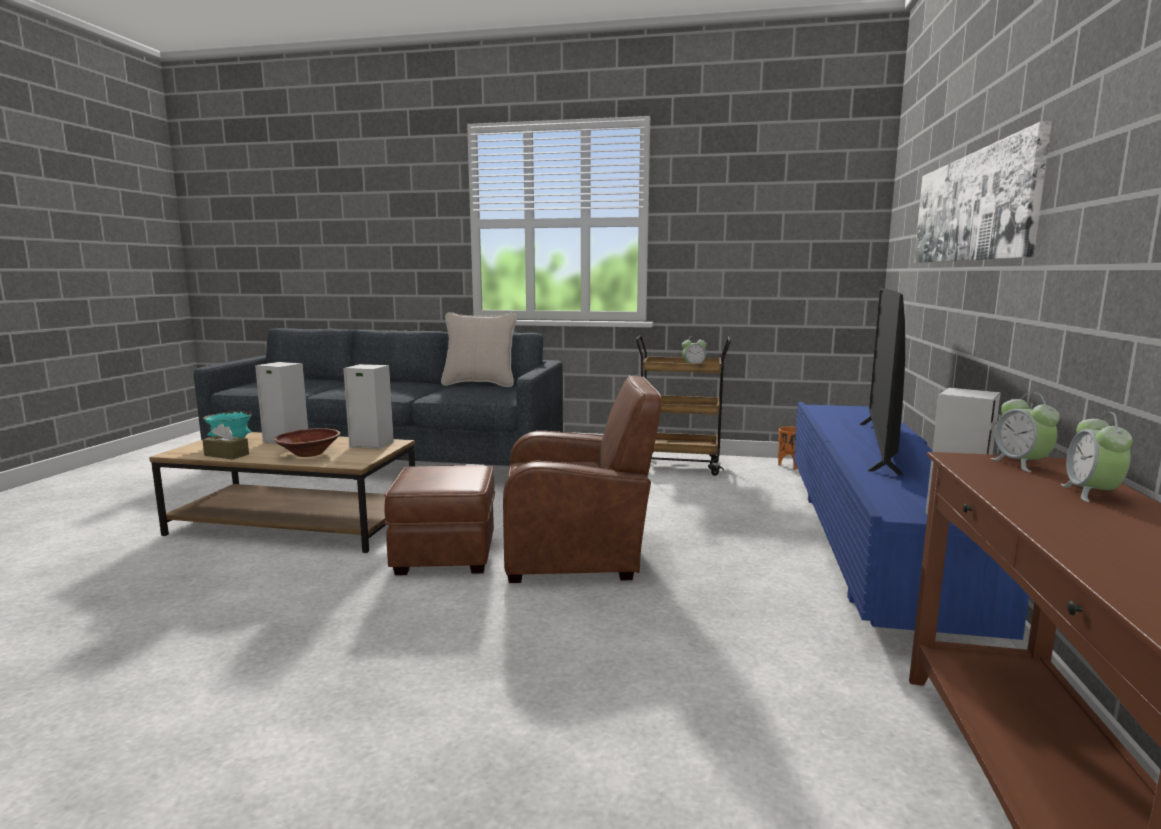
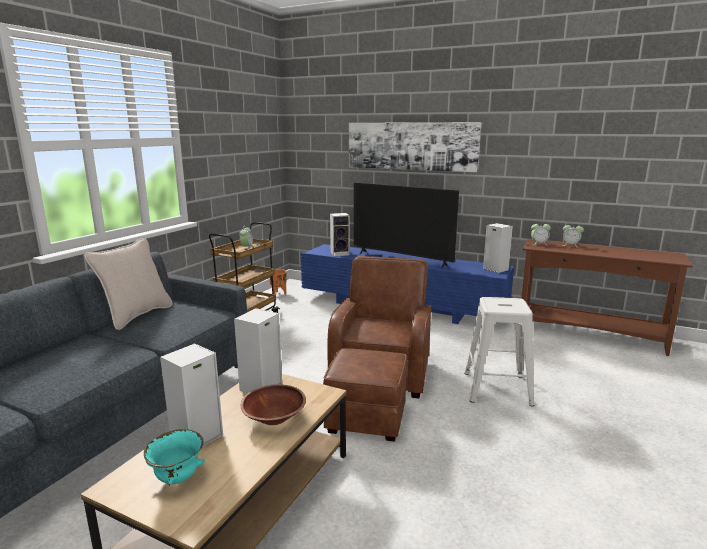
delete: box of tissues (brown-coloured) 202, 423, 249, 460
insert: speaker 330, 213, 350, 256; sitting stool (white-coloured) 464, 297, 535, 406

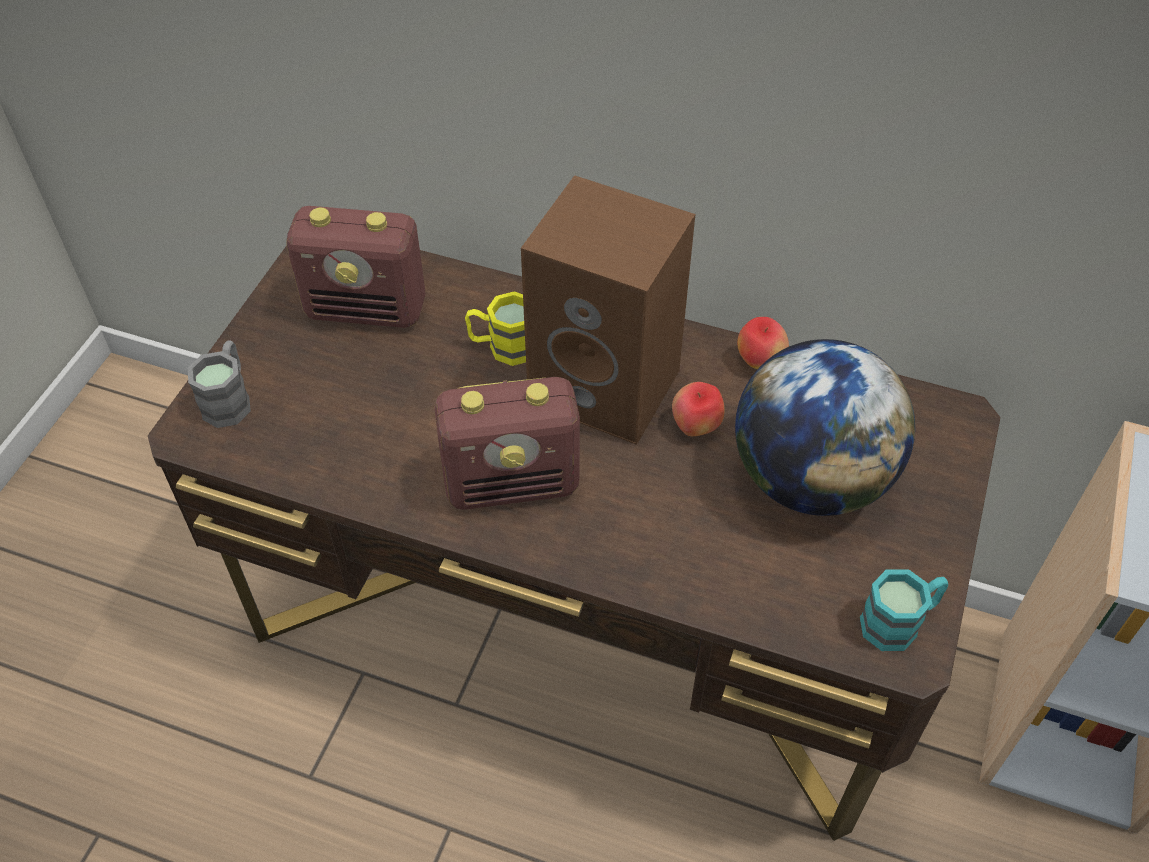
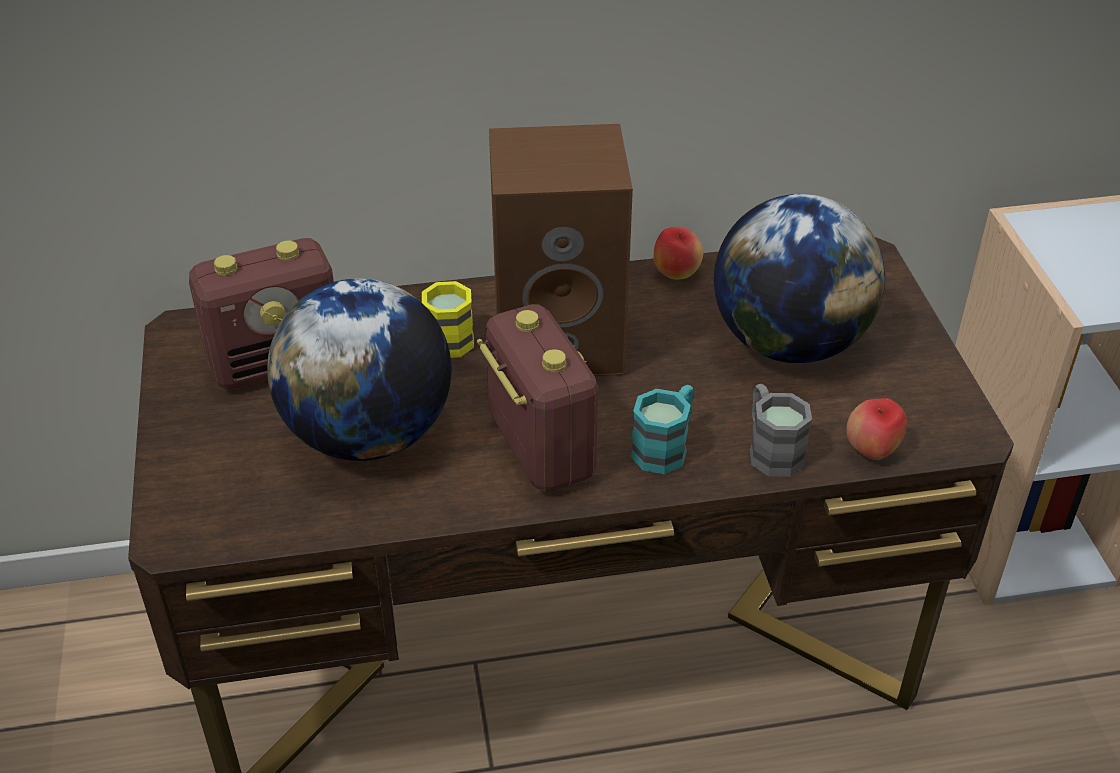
insert: globe 267, 278, 451, 461
move: tea mug (gray) 188, 340, 251, 428 to 750, 384, 812, 477; whole apple 672, 382, 724, 436 to 846, 398, 907, 460; tea mug (turquoise-coloured) 860, 569, 948, 651 to 631, 385, 694, 474
rotate: radio set 435, 377, 580, 510 = 477, 304, 598, 492 75 degrees counterclockwise

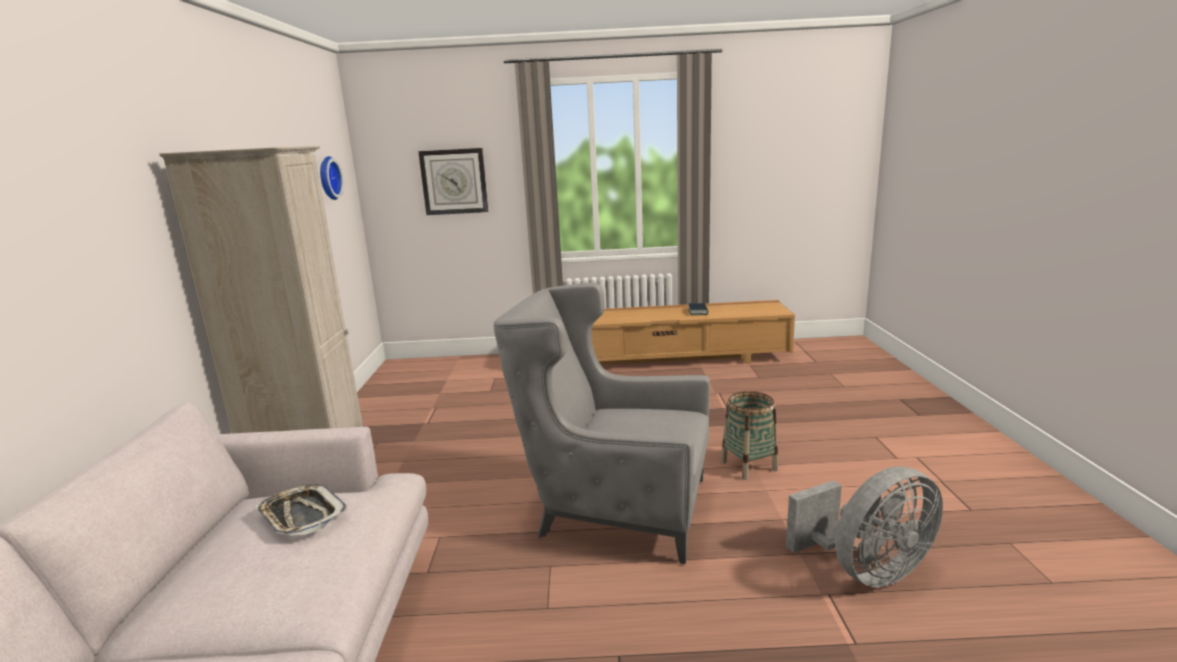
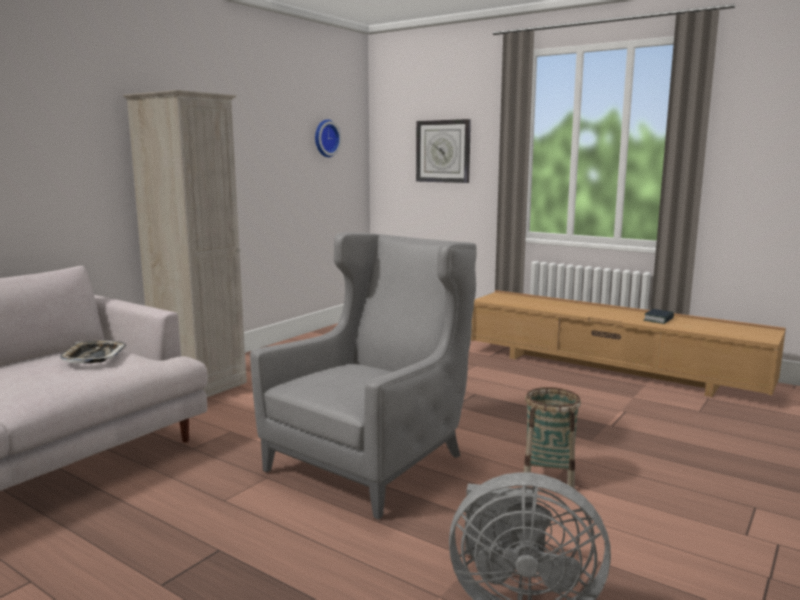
rotate: easy chair (gray) 494, 283, 710, 564 = 250, 232, 477, 519 75 degrees clockwise

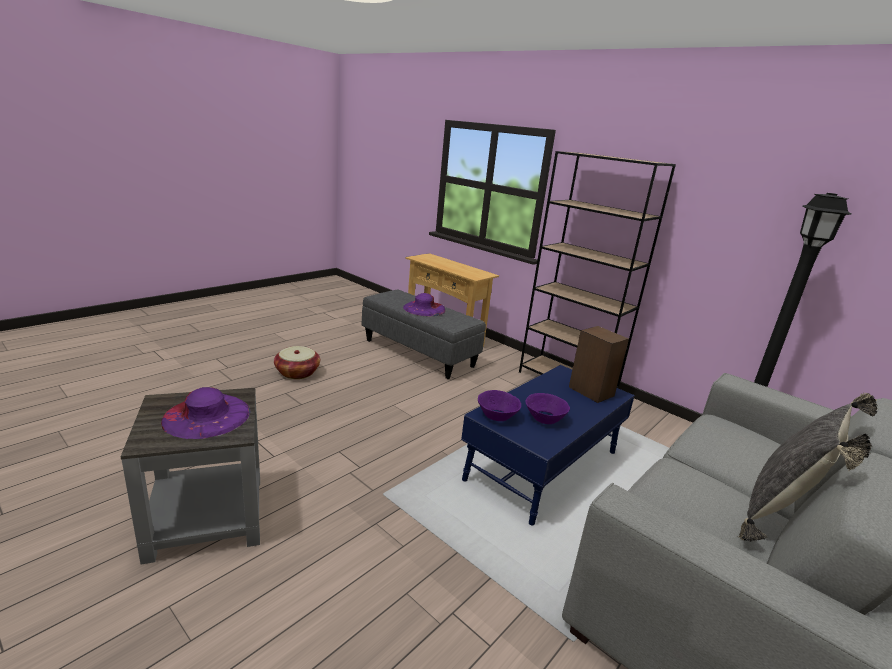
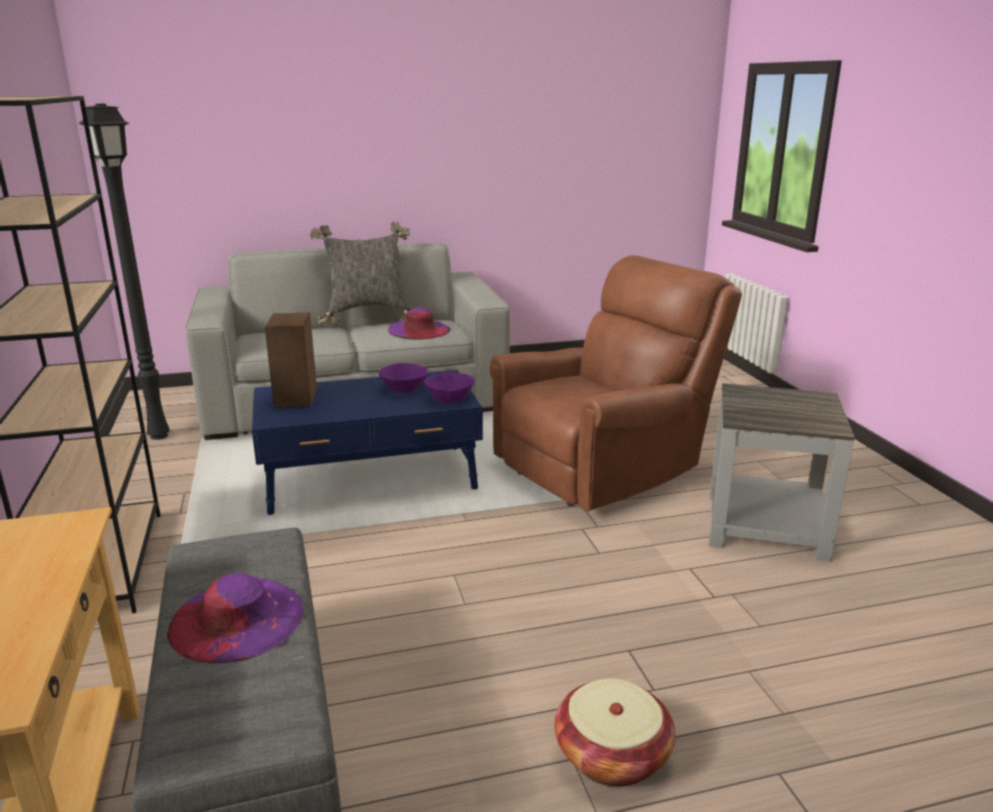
insert: easy chair (brown-coloured) 490, 255, 742, 511
move: hat (purple-coloured) 161, 387, 251, 439 to 388, 307, 451, 340

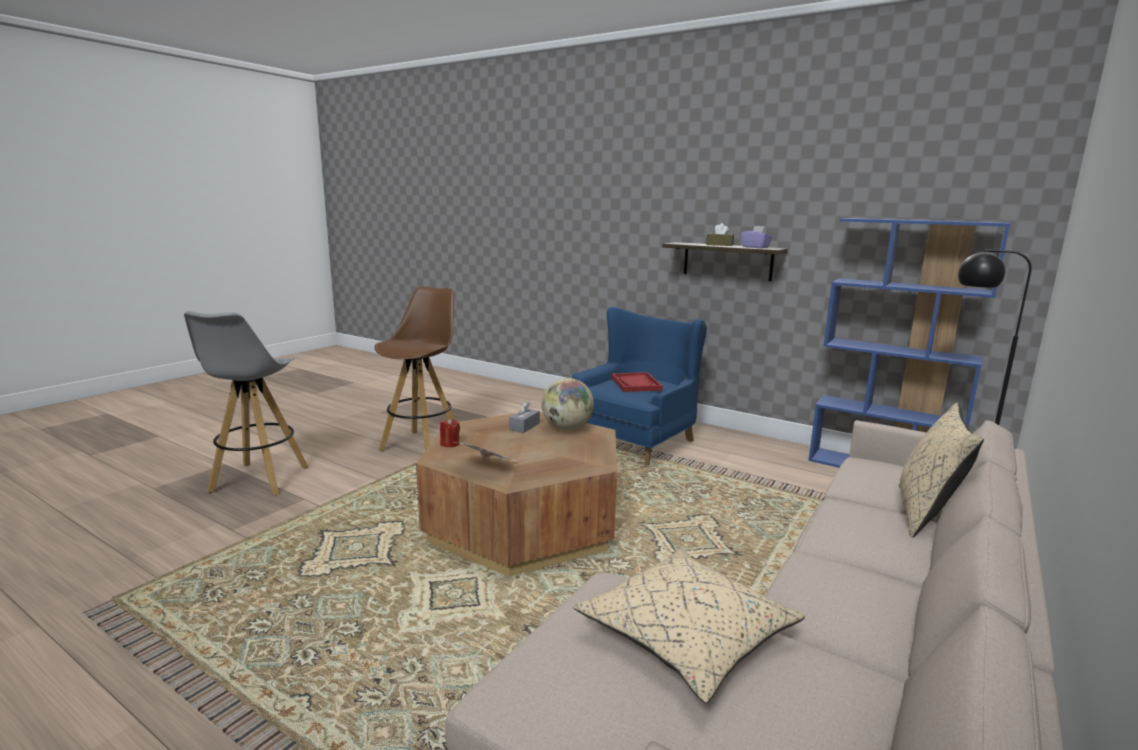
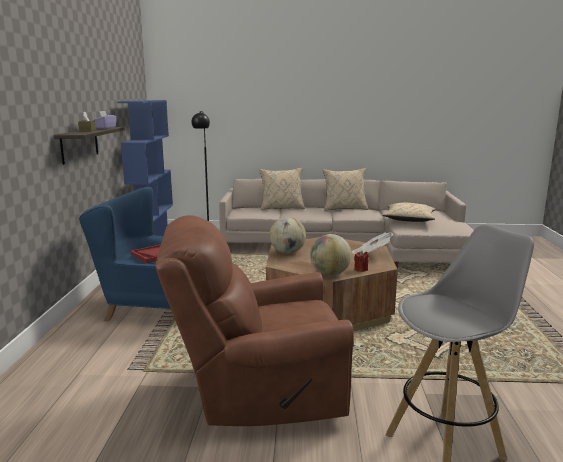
delete: box of tissues (gray) 509, 401, 540, 433
insert: globe 310, 234, 352, 276; pillow (beige) 323, 168, 368, 211
replace: sitting stool (brown-coloured) 375, 286, 454, 451 to easy chair (brown-coloured) 155, 215, 354, 426

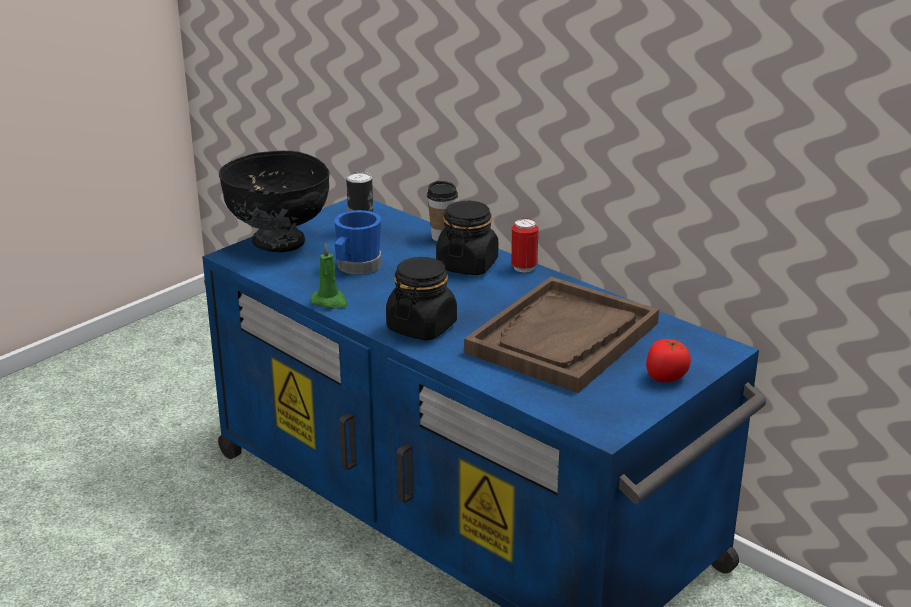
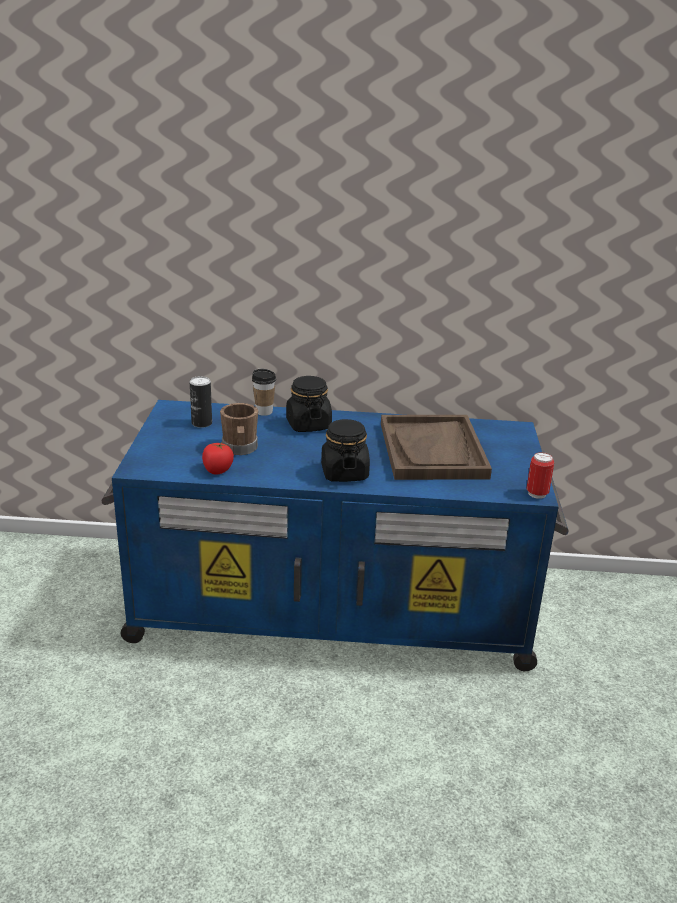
delete: bowl (black) 219, 151, 330, 252; wax light (green) 311, 244, 348, 309
move: metal can 511, 218, 539, 272 to 526, 452, 554, 499; tomato 646, 339, 691, 383 to 202, 441, 234, 475
recolor: tea mug (blue-coloured) 334, 210, 381, 275 to tea mug (brown-coloured) 220, 403, 258, 455

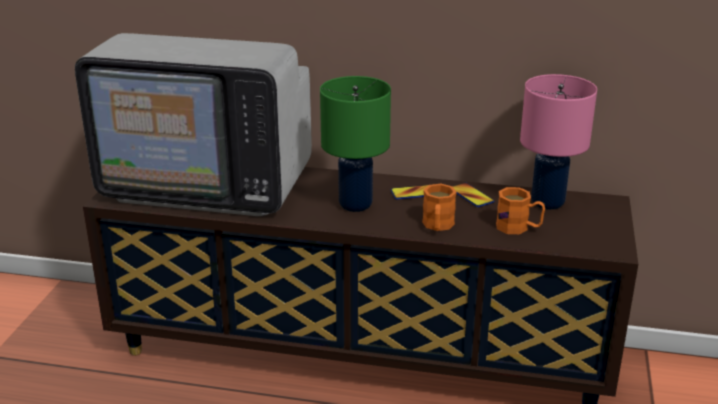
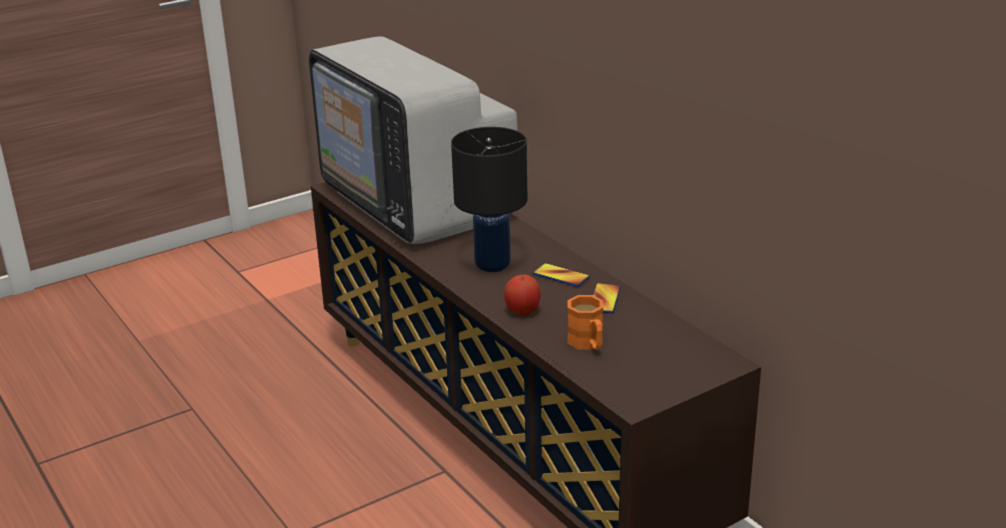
delete: lamp for a table (pink) 520, 74, 597, 210
replace: tea mug (orangey) 422, 184, 457, 231 to whole apple 504, 275, 541, 316
recolor: lamp for a table (green) 320, 76, 391, 212 to lamp for a table (black) 451, 127, 528, 272

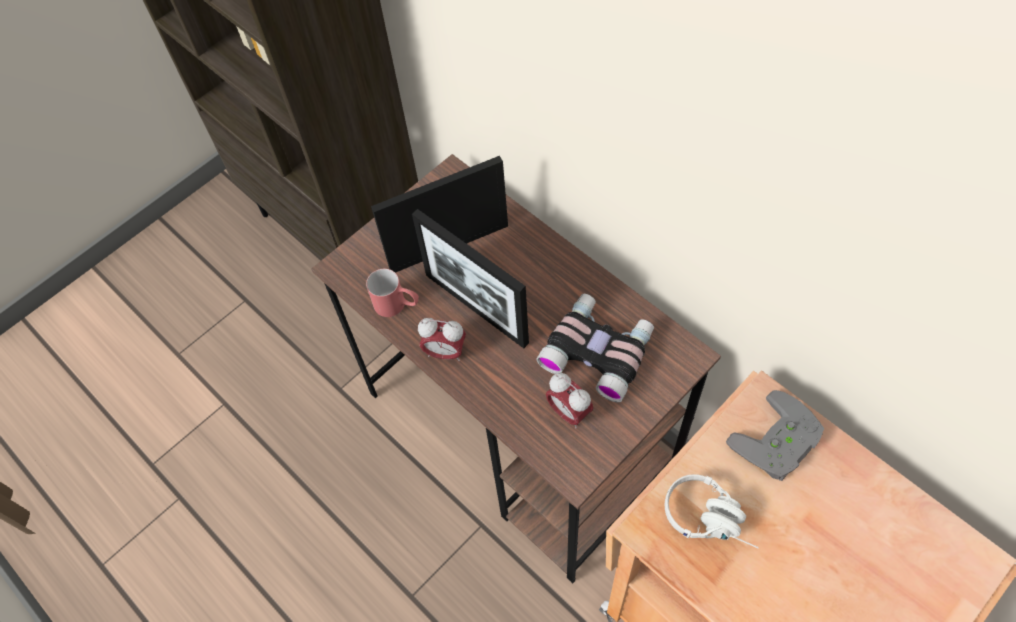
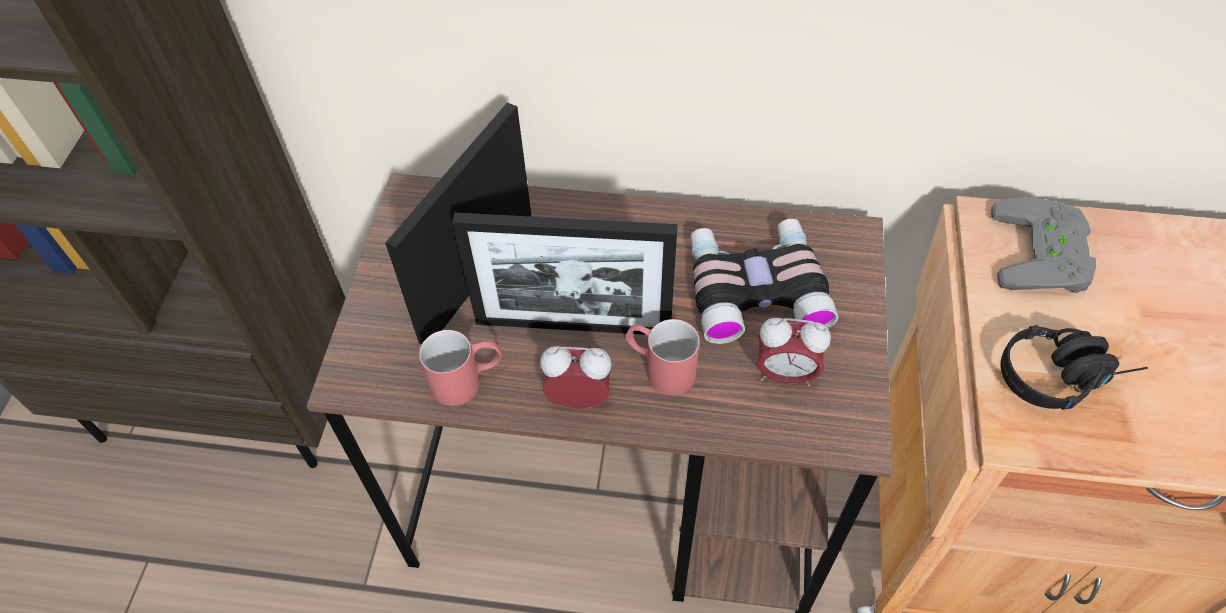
insert: tea mug (reddish) 625, 319, 700, 395
recolor: pair of headphones (white-coloured) 665, 474, 759, 548 to pair of headphones (black) 1001, 325, 1148, 410
rotate: bedside clock 418, 318, 466, 361 = 540, 346, 612, 408 150 degrees counterclockwise

